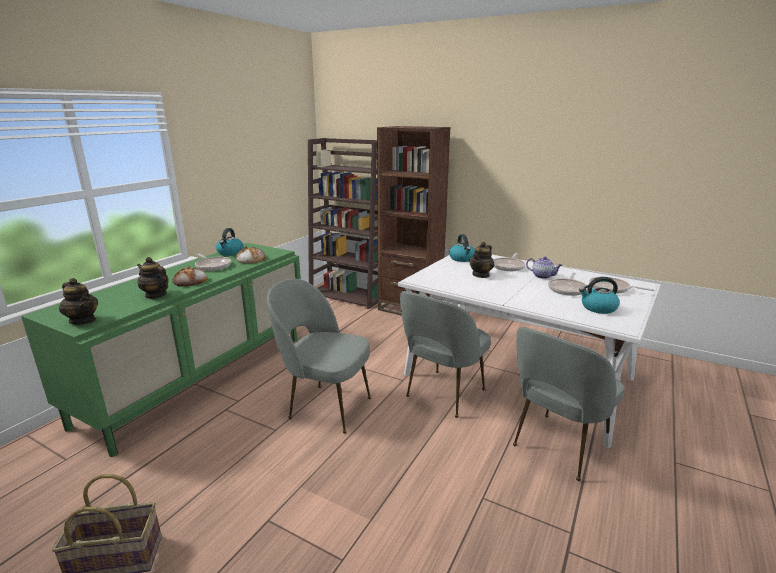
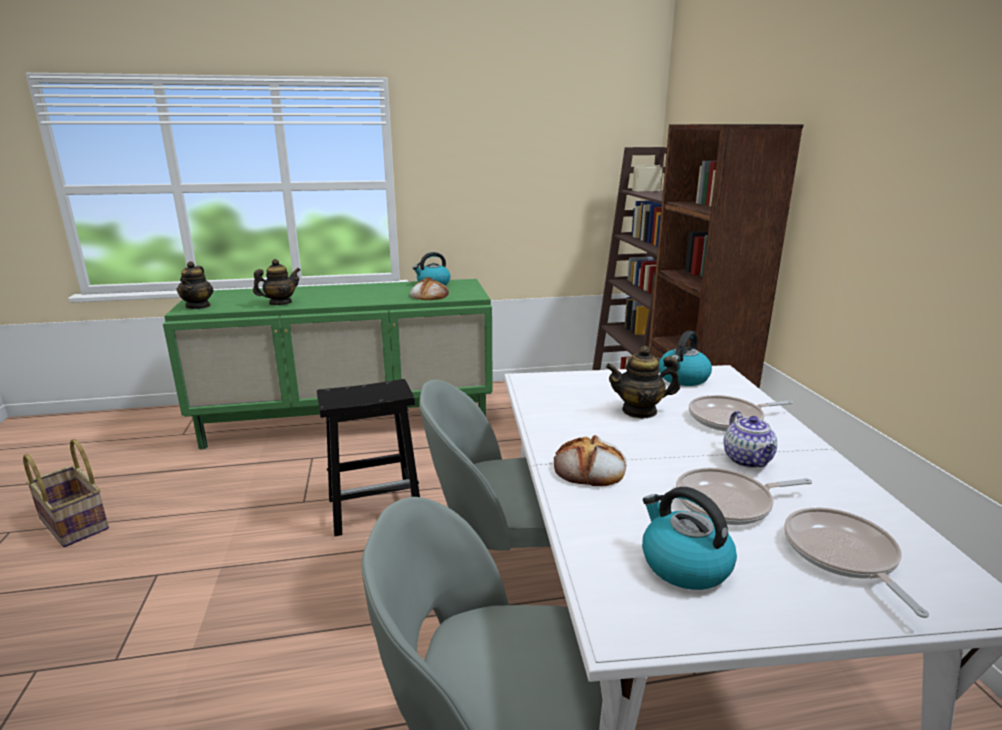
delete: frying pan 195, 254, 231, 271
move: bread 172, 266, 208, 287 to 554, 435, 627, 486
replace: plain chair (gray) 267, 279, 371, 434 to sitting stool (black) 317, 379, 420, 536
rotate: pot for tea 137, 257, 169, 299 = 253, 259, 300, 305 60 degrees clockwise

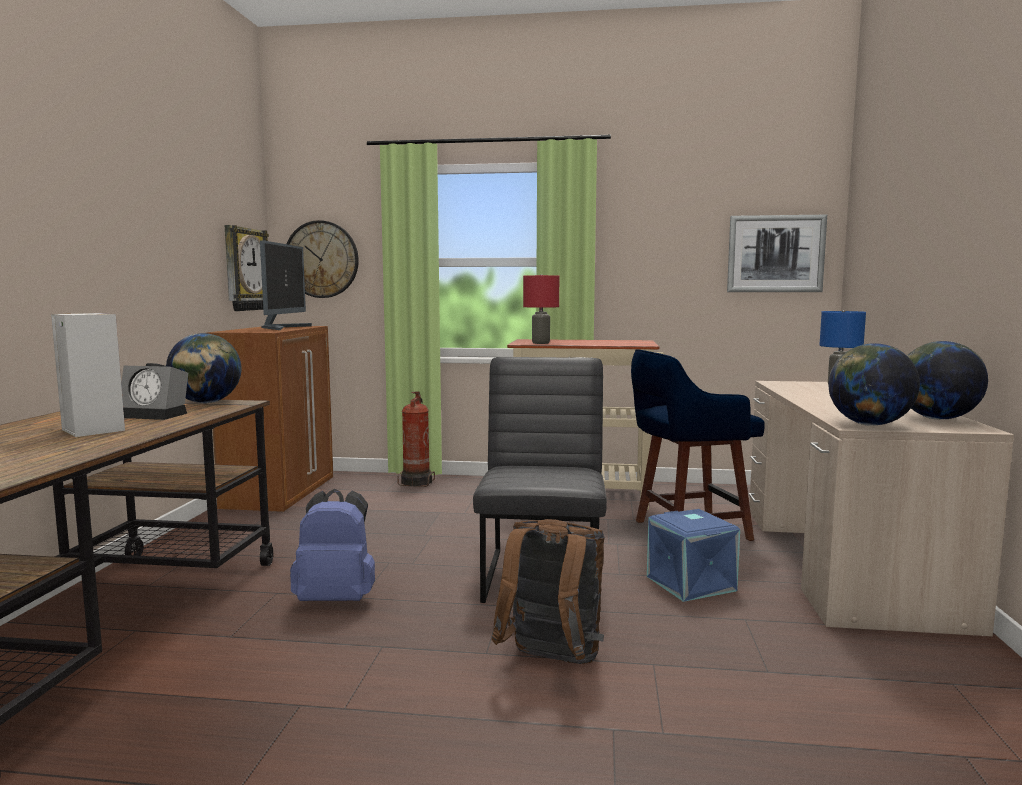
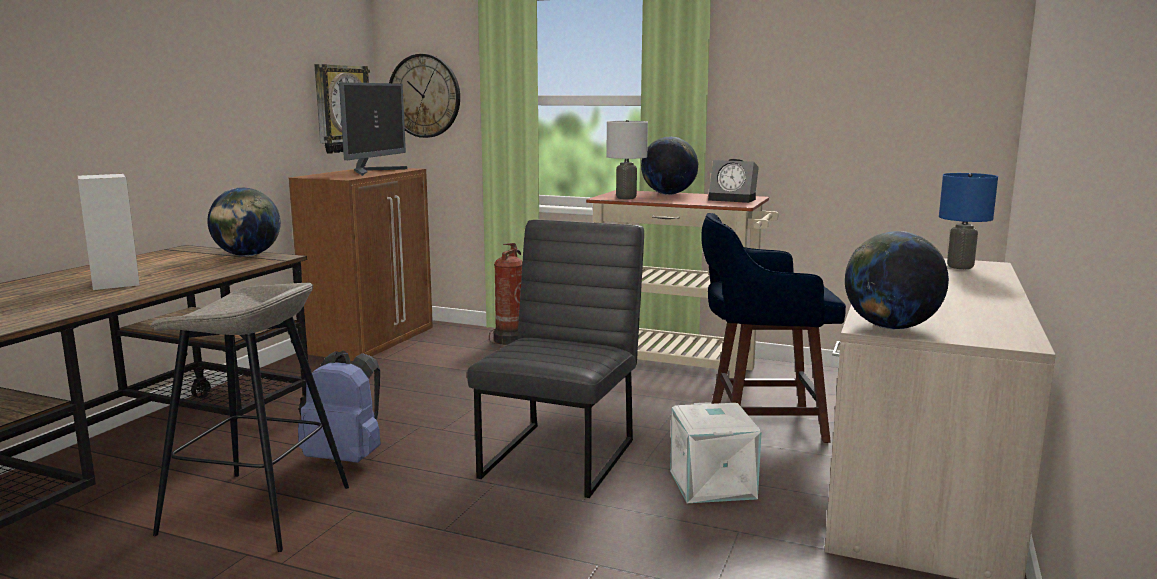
delete: rucksack (brown-coloured) 491, 519, 605, 664; wall art 727, 215, 827, 292
insert: sitting stool (gray) 150, 283, 349, 552
move: bedside clock 121, 363, 188, 420 to 708, 159, 759, 203; globe 907, 341, 988, 420 to 641, 137, 698, 195
recolor: lamp for a table (reddish) 523, 274, 559, 344 to lamp for a table (white-coloured) 606, 120, 648, 199; storage box (blue-coloured) 647, 509, 740, 602 to storage box (white-coloured) 670, 402, 762, 503

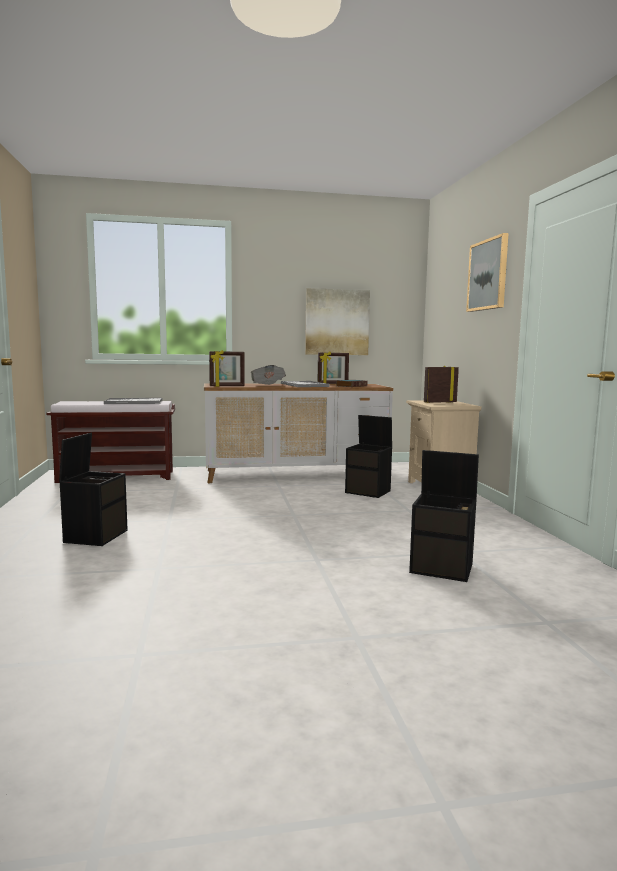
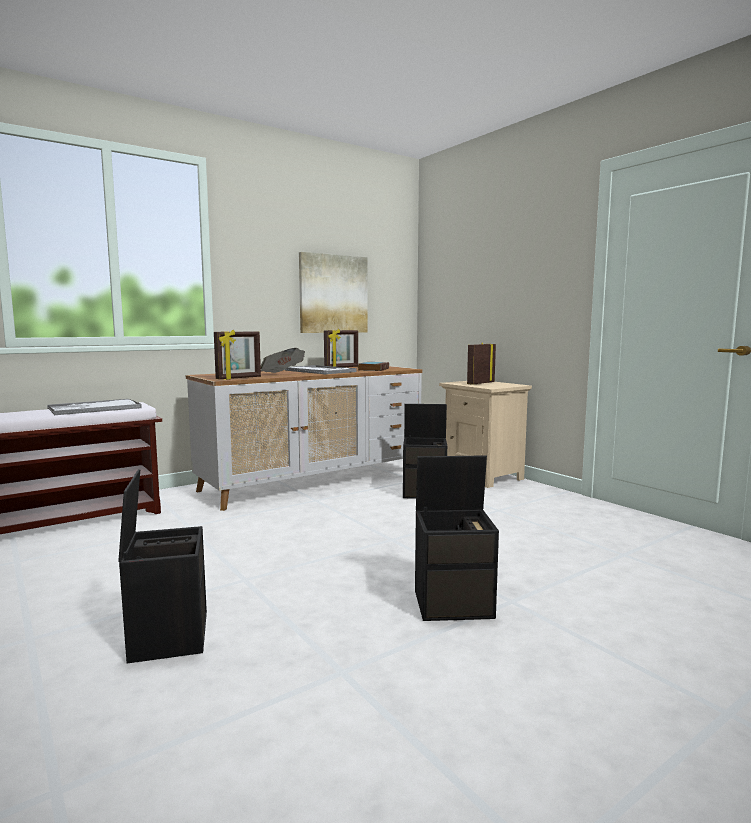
delete: wall art 466, 233, 509, 312
move: storage box (black) 409, 450, 479, 582 to 415, 455, 499, 621

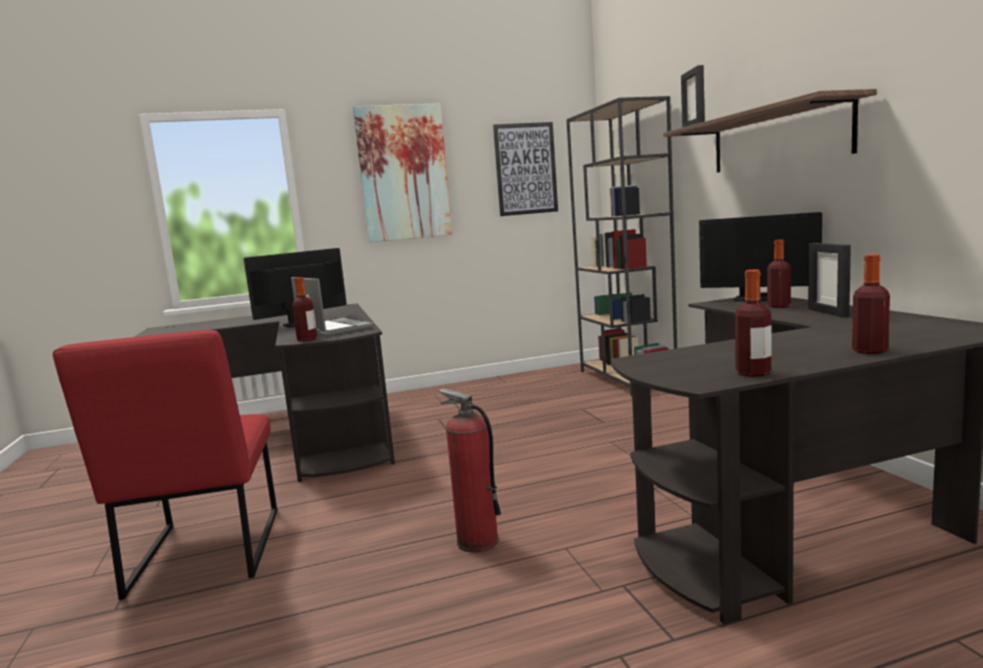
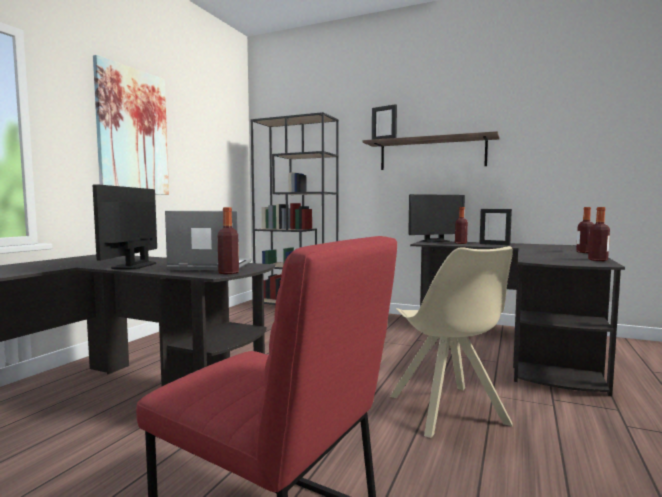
delete: wall art 493, 122, 558, 216
replace: extinguisher 438, 388, 501, 552 to plain chair (beige) 390, 246, 513, 438

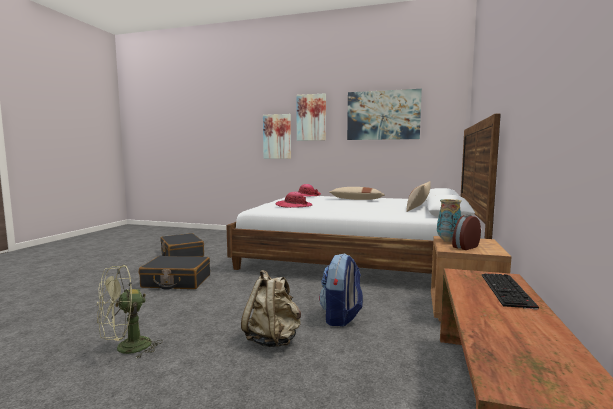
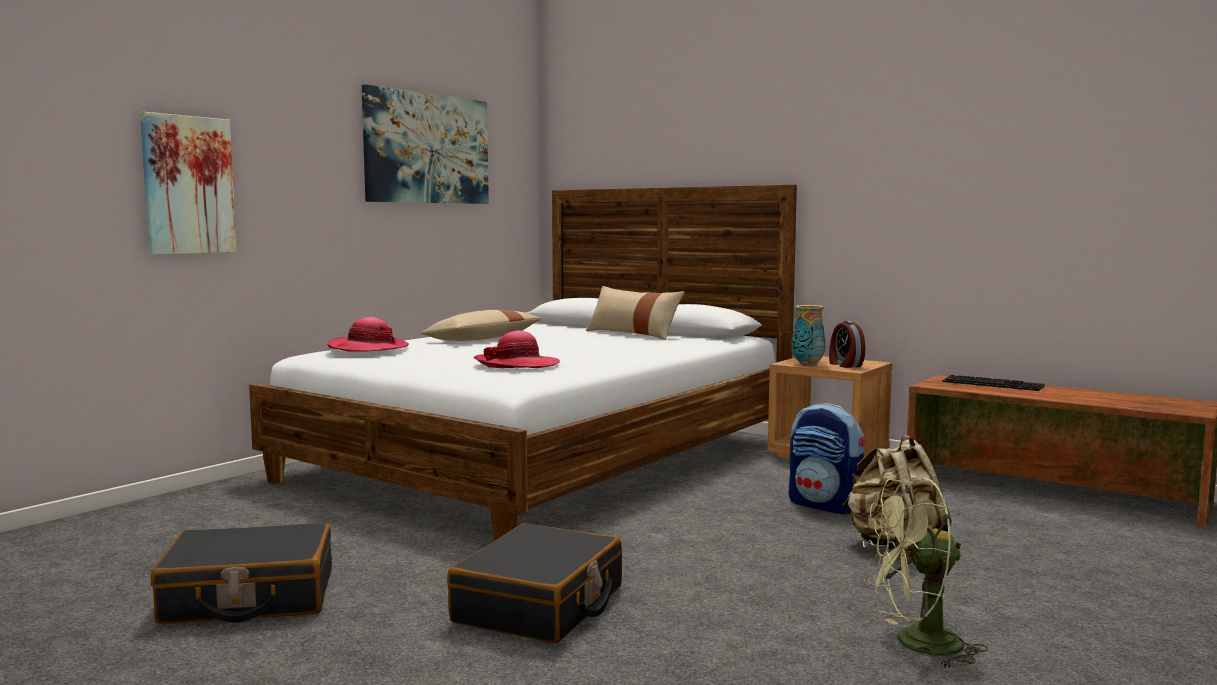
delete: wall art 297, 93, 326, 141
rotate: electric fan (green) 97, 265, 163, 359 = 863, 478, 988, 669 105 degrees clockwise

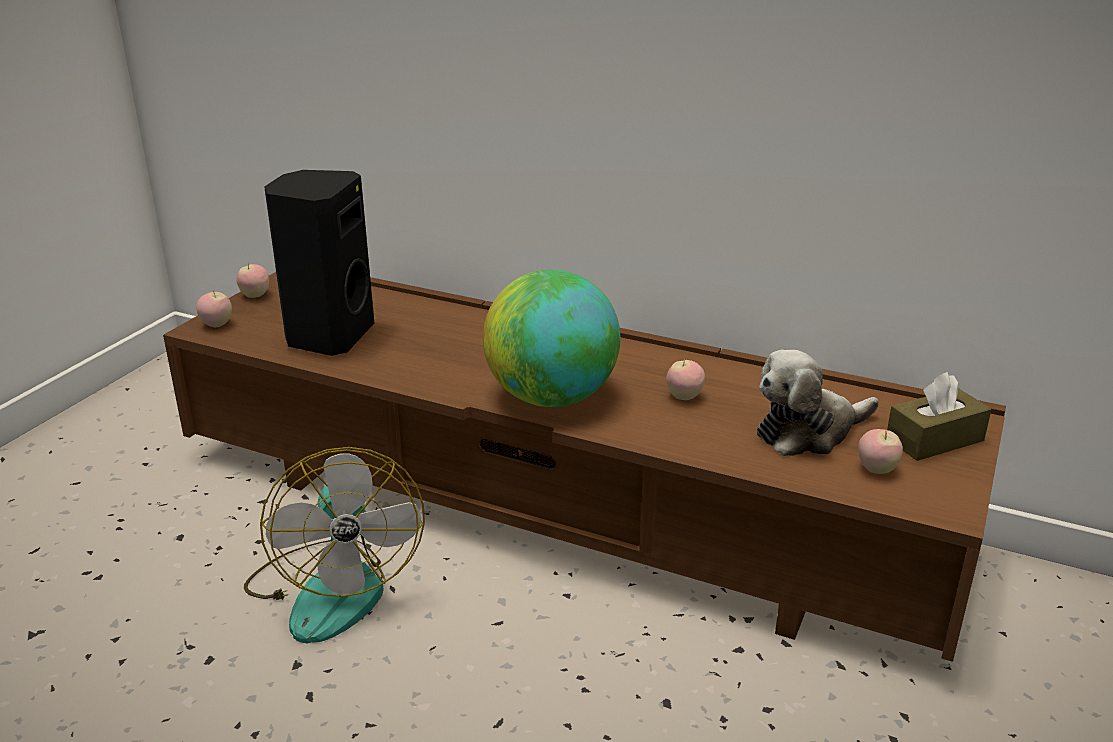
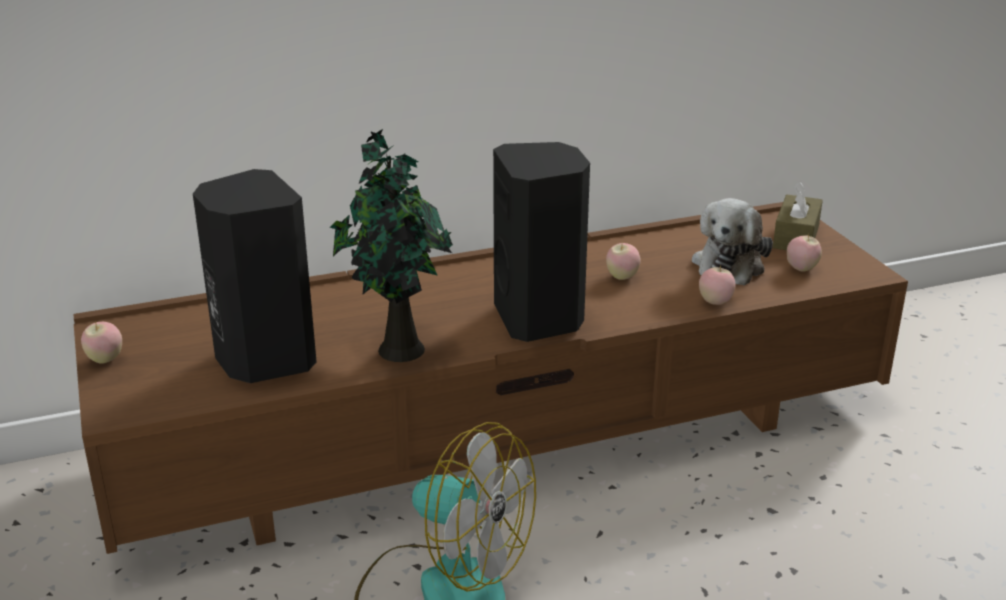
insert: potted plant 329, 129, 453, 362
move: whole apple 196, 290, 232, 327 to 699, 265, 736, 305
replace: globe 483, 269, 621, 407 to speaker (black) 493, 142, 590, 342

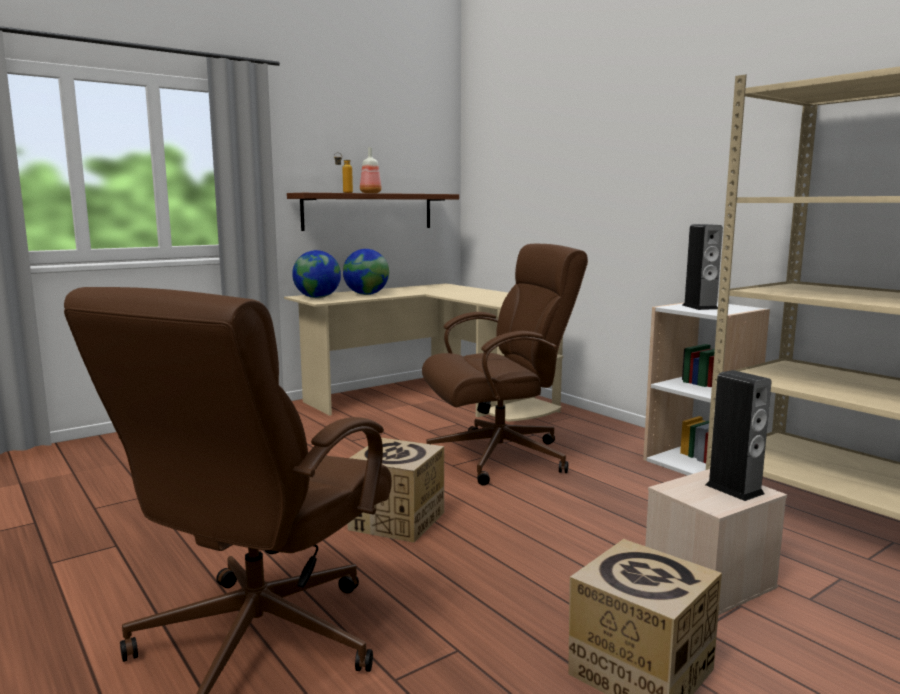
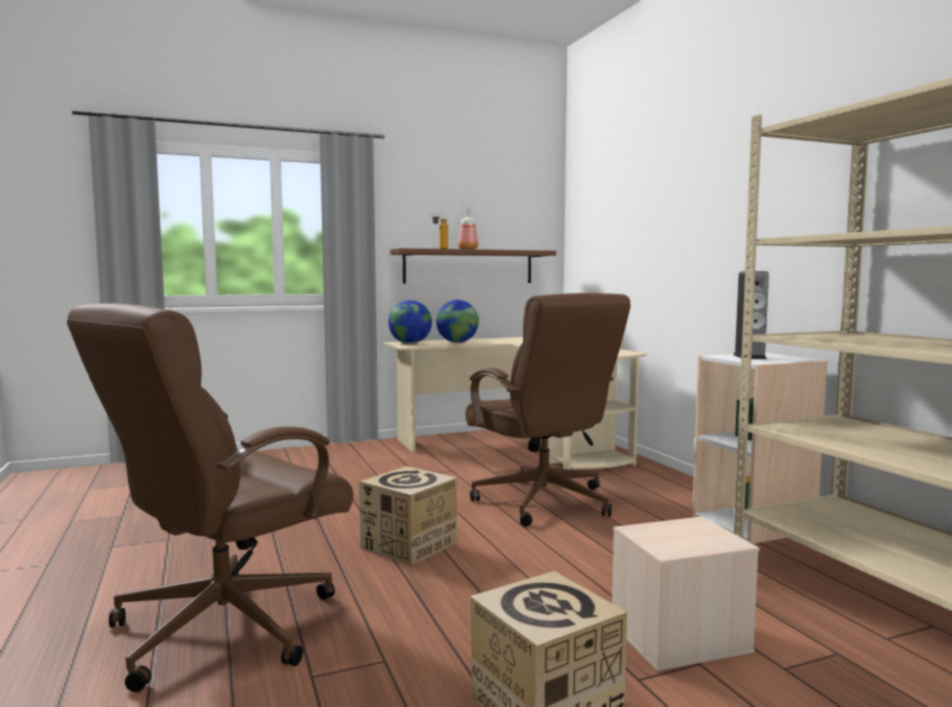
delete: speaker 706, 370, 771, 501
rotate: desk chair (brown-coloured) 422, 244, 588, 486 = 465, 293, 630, 526 60 degrees clockwise

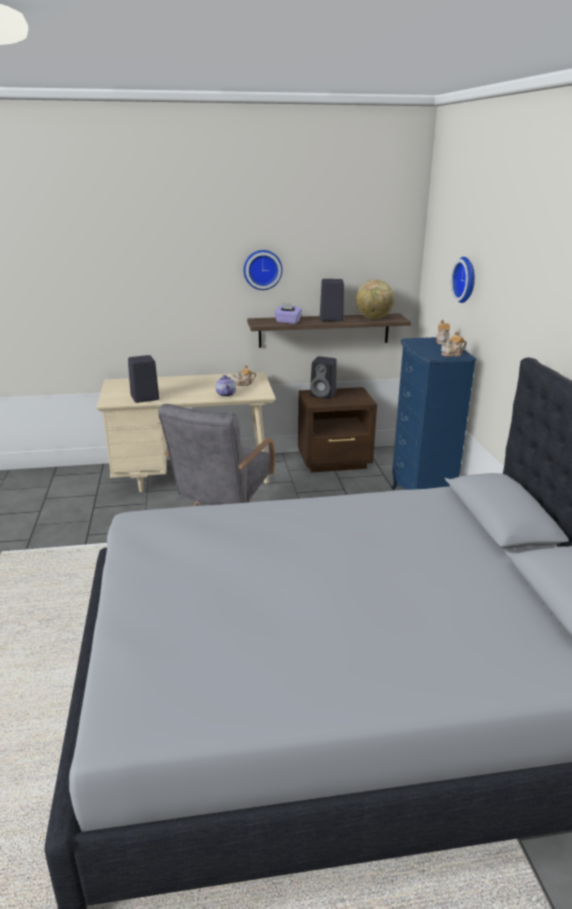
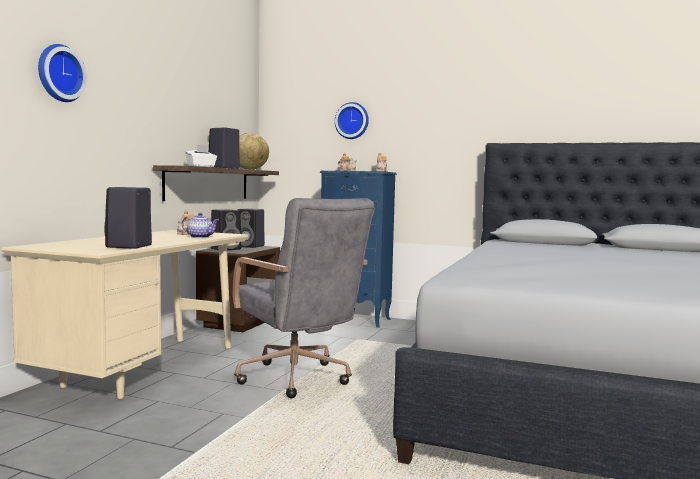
insert: speaker (black) 237, 208, 265, 248
move: hanging clock 244, 250, 282, 290 to 38, 44, 87, 102
recolor: box of tissues (purple-coloured) 274, 303, 302, 324 to box of tissues (white-coloured) 185, 145, 217, 167

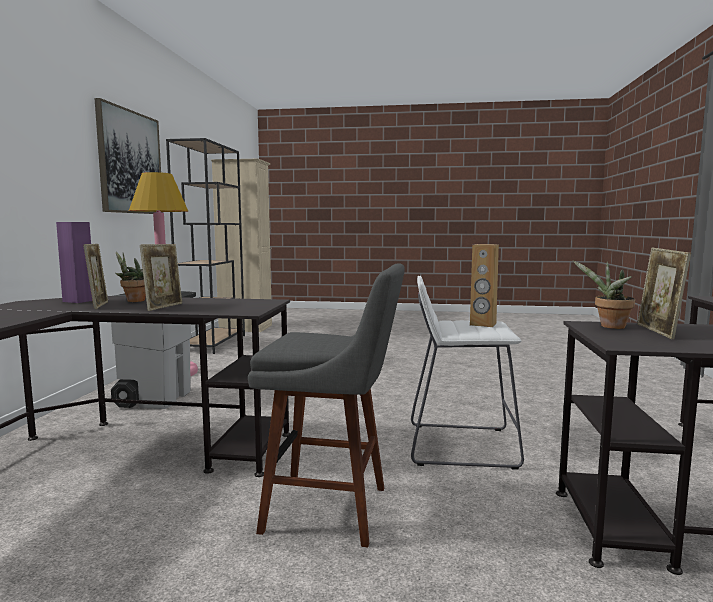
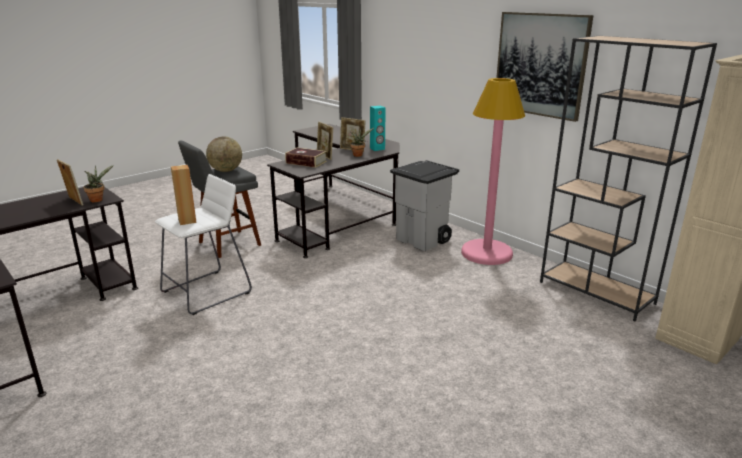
insert: globe 206, 137, 242, 172; bound book 285, 147, 327, 168
recolor: speaker (purple-coloured) 56, 222, 93, 303 to speaker (turquoise-coloured) 370, 106, 386, 151

